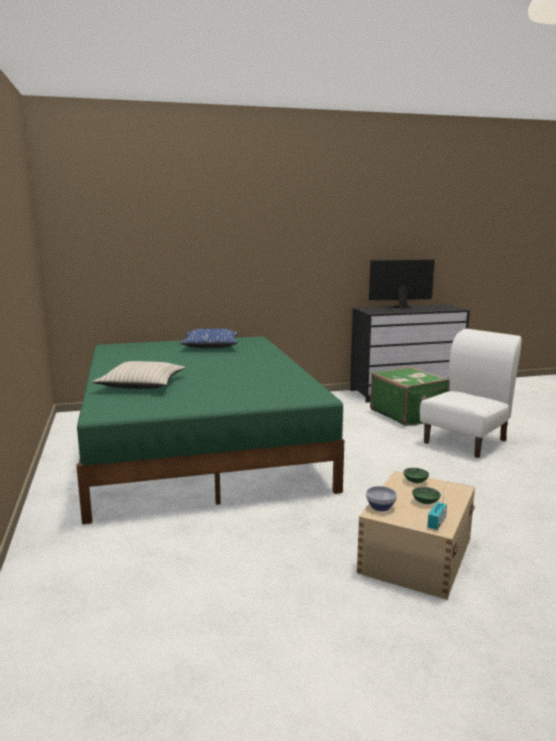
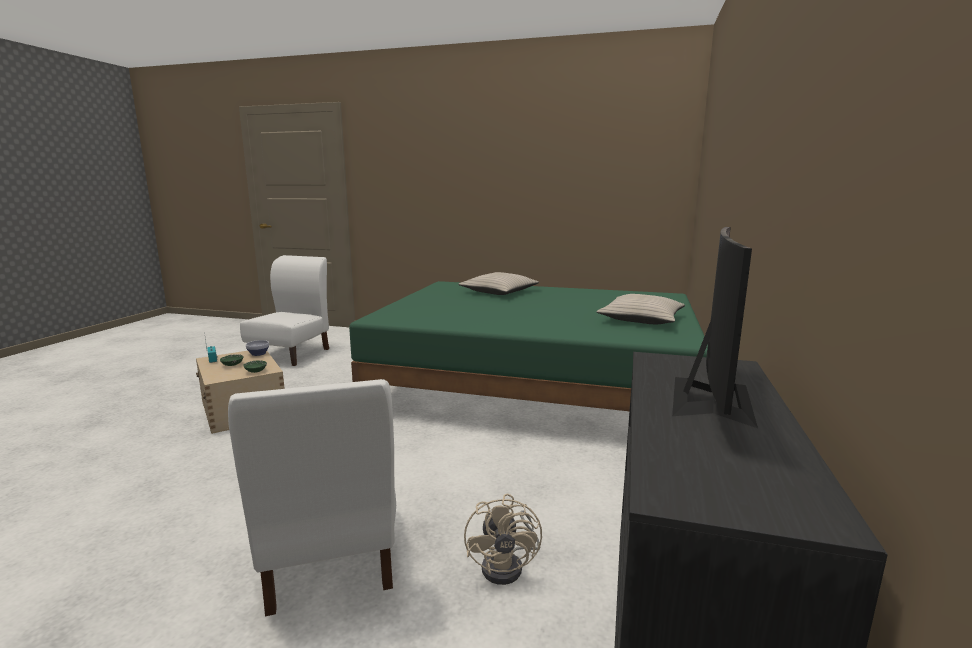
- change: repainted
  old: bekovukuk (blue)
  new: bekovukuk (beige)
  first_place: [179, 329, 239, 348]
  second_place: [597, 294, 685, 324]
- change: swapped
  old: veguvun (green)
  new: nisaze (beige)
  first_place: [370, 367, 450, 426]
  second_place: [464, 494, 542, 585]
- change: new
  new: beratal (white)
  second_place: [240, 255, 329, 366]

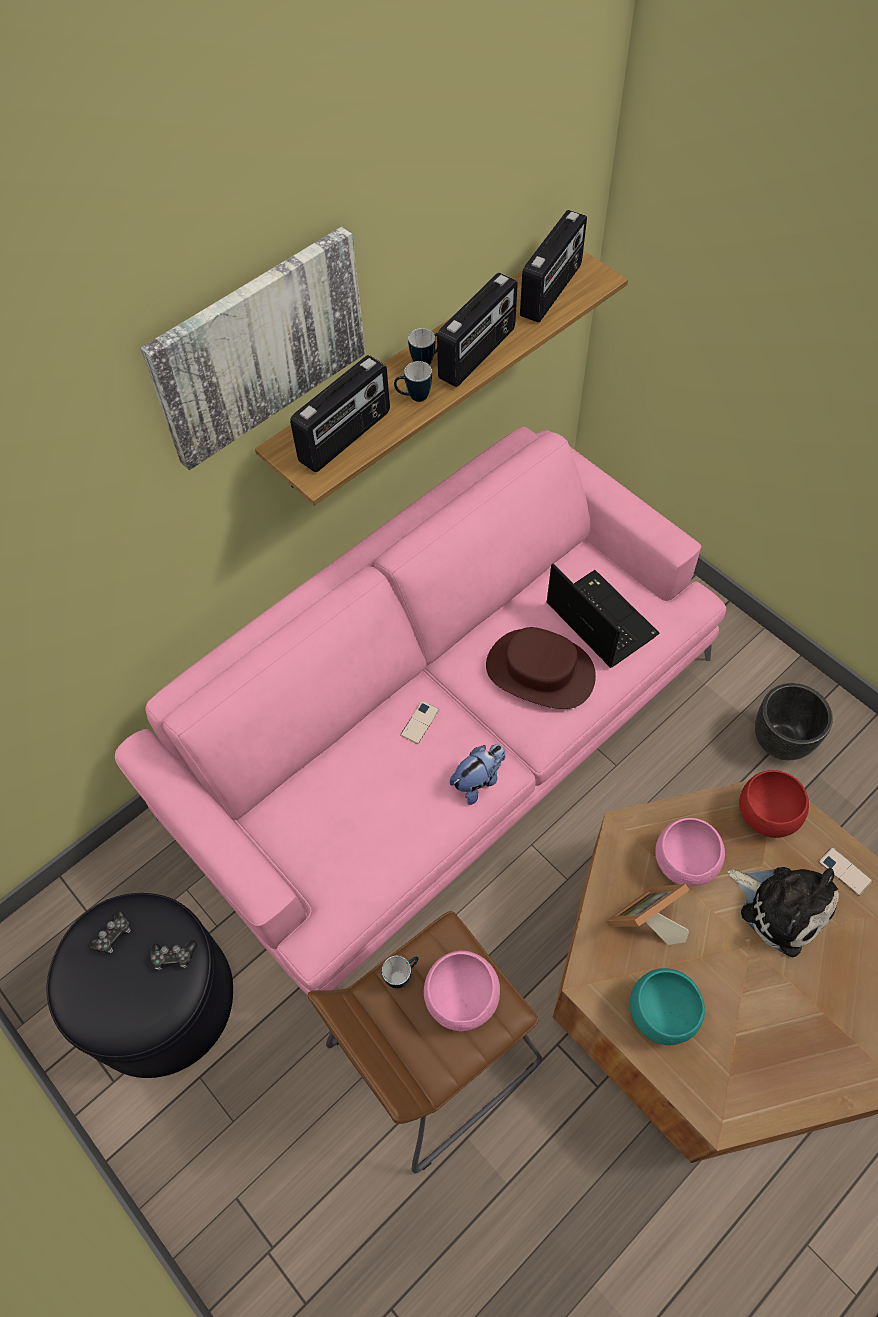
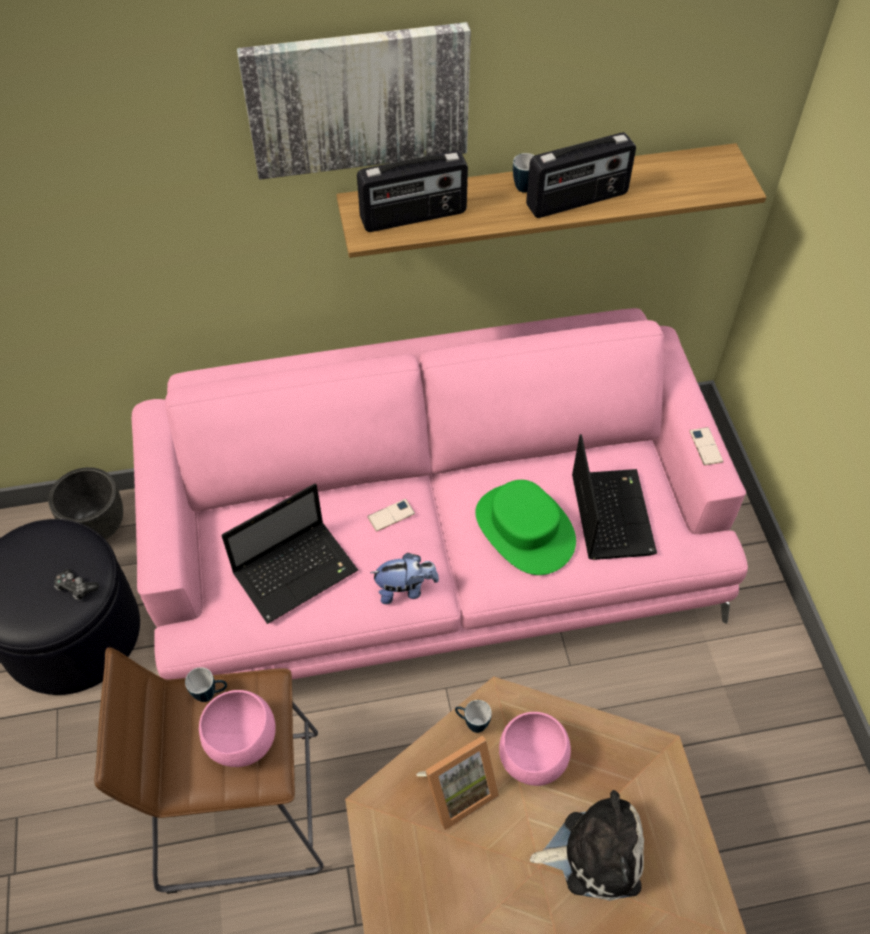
- change: gone
  old: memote
  first_place: [520, 210, 587, 323]
- change: shifted
  old: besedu
  first_place: [394, 361, 432, 402]
  second_place: [455, 700, 492, 733]
- change: repainted
  old: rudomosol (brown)
  new: rudomosol (green)
  first_place: [486, 627, 596, 709]
  second_place: [475, 480, 576, 575]
- change: shifted
  old: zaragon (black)
  first_place: [755, 683, 833, 760]
  second_place: [48, 467, 123, 540]
- change: gone
  old: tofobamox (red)
  first_place: [739, 770, 809, 838]
- change: shifted
  old: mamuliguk
  first_place: [819, 847, 872, 896]
  second_place: [689, 427, 723, 466]
- change: rotated
  old: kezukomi
  first_place: [727, 867, 839, 957]
  second_place: [530, 790, 644, 901]
  degrees: -75
- change: rotated
  old: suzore
  first_place: [605, 884, 689, 945]
  second_place: [416, 736, 499, 830]
  degrees: 150
- change: gone
  old: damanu
  first_place: [88, 911, 131, 953]
- change: gone
  old: tofobamox (turquoise)
  first_place: [630, 968, 705, 1045]
- change: new
  new: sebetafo
  second_place: [221, 483, 358, 624]

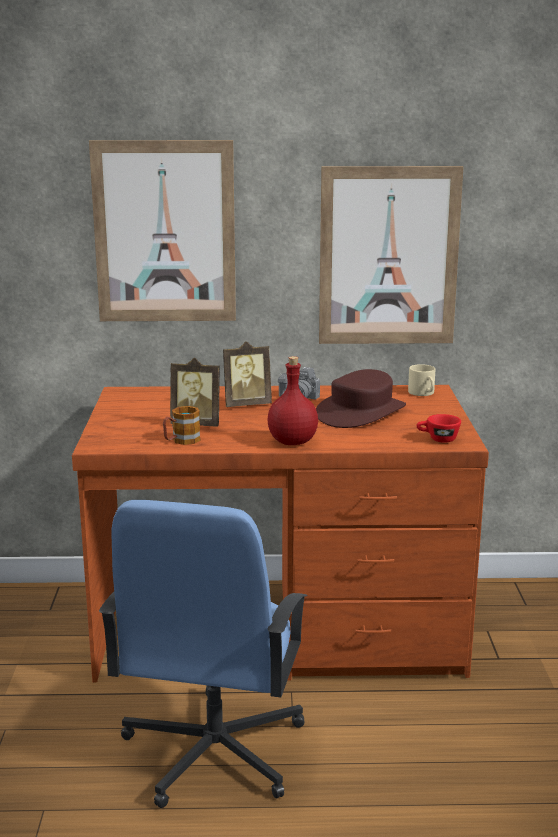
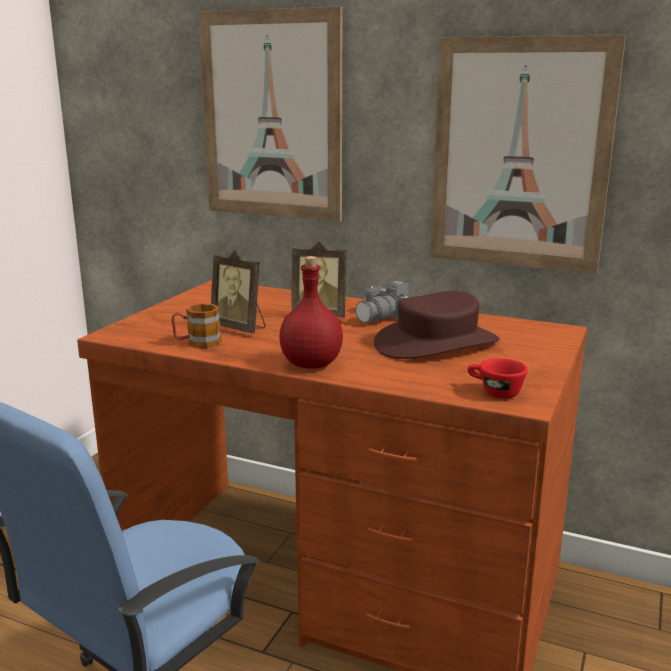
- change: gone
  old: besedu (beige)
  first_place: [408, 364, 435, 396]

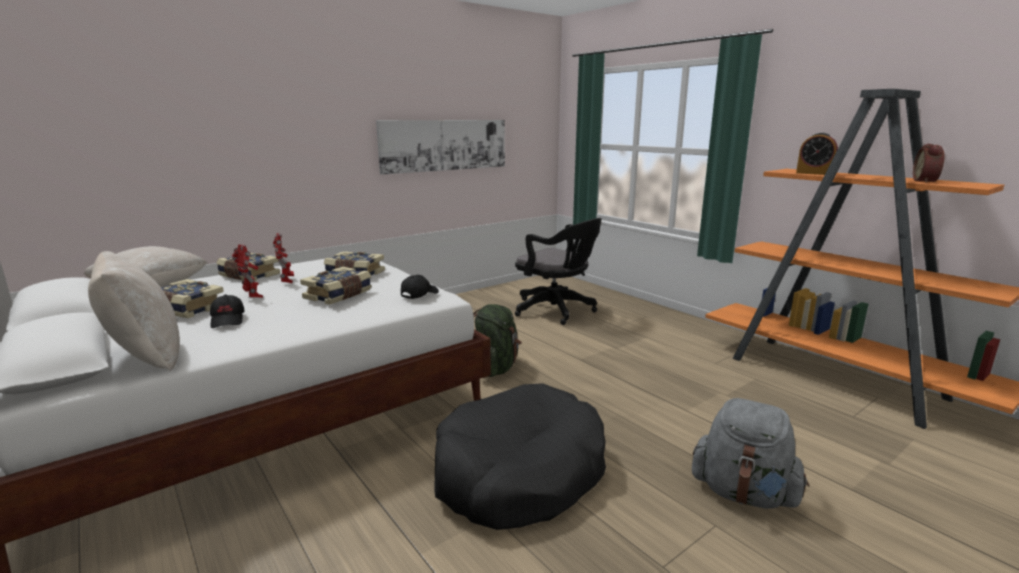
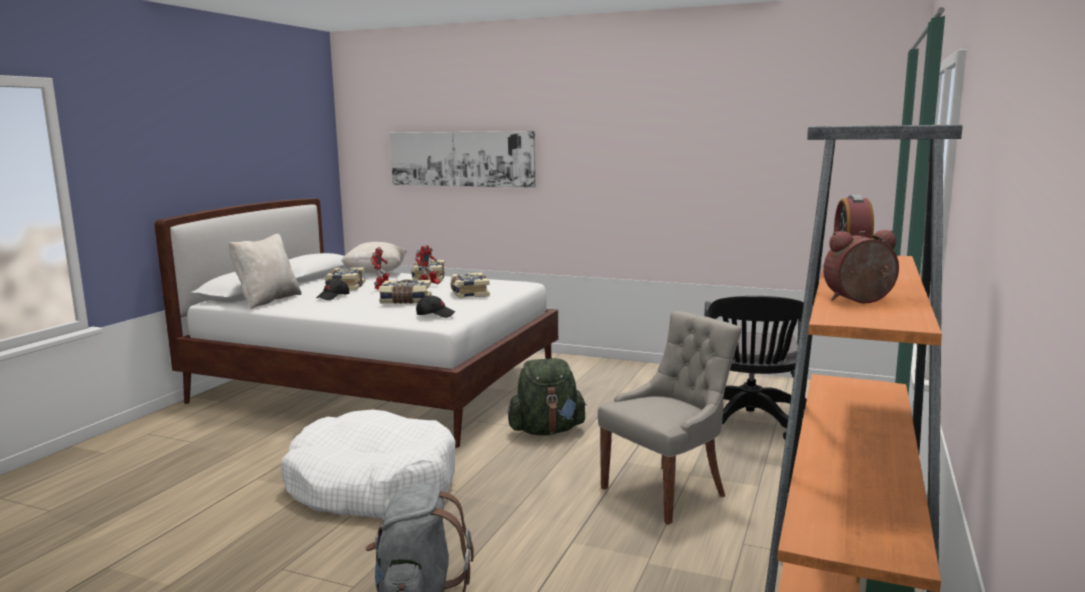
- change: shifted
  old: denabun
  first_place: [376, 120, 505, 175]
  second_place: [390, 131, 536, 188]
- change: repainted
  old: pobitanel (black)
  new: pobitanel (white)
  first_place: [435, 383, 606, 530]
  second_place: [281, 409, 455, 518]
- change: new
  new: beratal (grey)
  second_place: [598, 311, 742, 525]

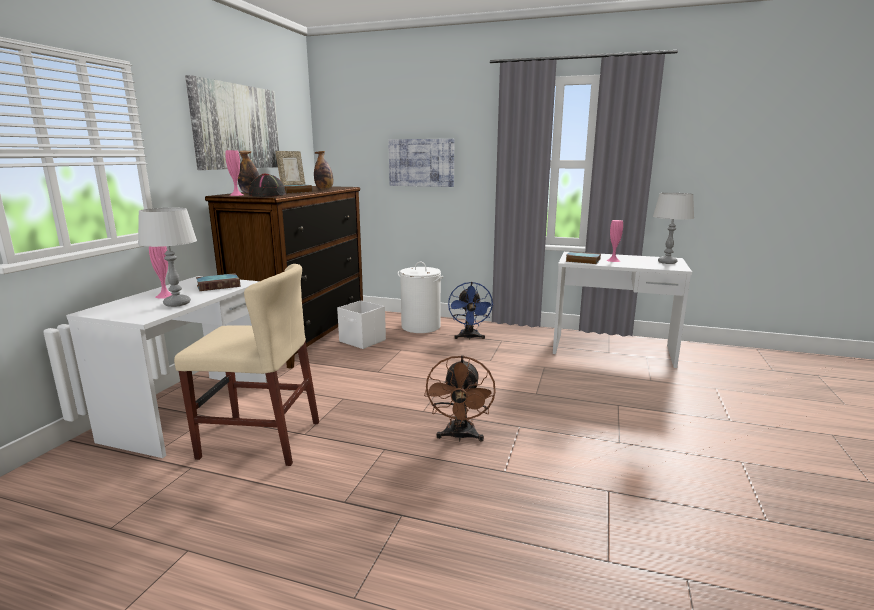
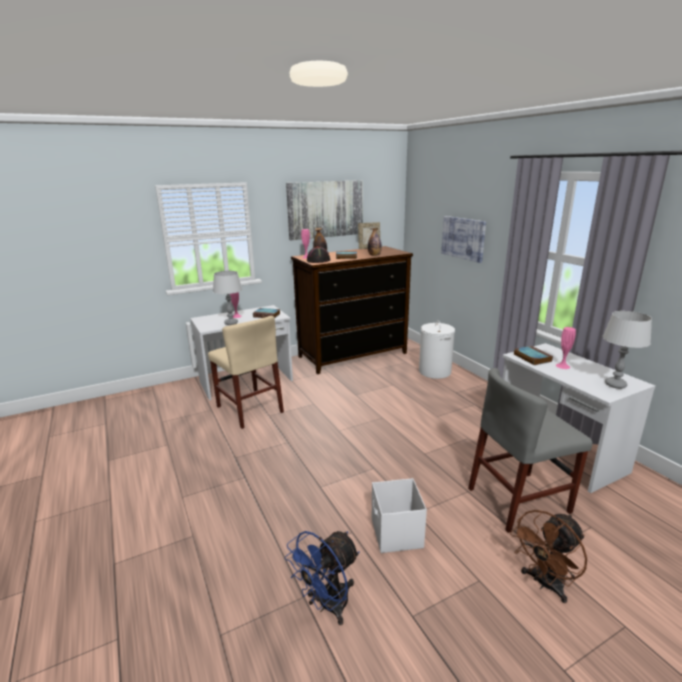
- change: shifted
  old: nisaze (blue)
  first_place: [448, 282, 493, 339]
  second_place: [285, 531, 360, 625]
- change: shifted
  old: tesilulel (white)
  first_place: [337, 300, 386, 349]
  second_place: [372, 478, 427, 553]
- change: shifted
  old: nisaze (brown)
  first_place: [424, 355, 496, 442]
  second_place: [510, 510, 587, 603]
- change: new
  new: beratal (grey)
  second_place: [468, 368, 593, 533]

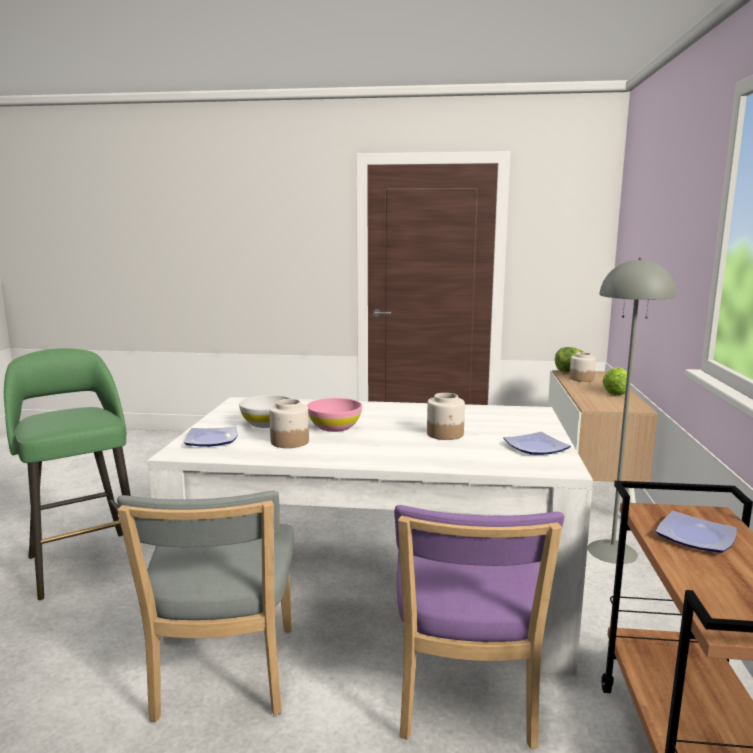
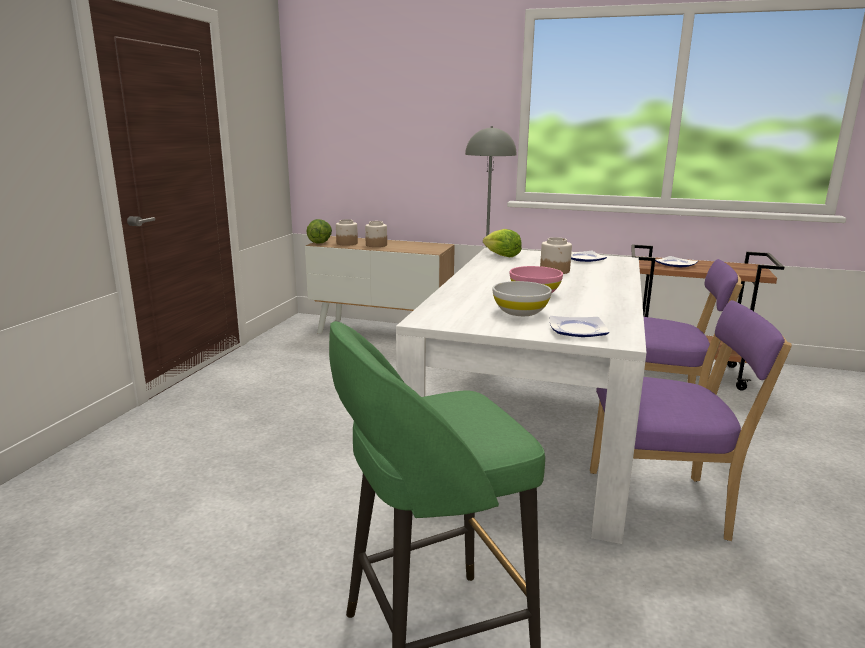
- change: shifted
  old: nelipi
  first_place: [602, 367, 627, 395]
  second_place: [483, 229, 522, 257]
- change: shifted
  old: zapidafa
  first_place: [269, 399, 309, 448]
  second_place: [365, 221, 387, 247]
- change: repainted
  old: beratal (grey)
  new: beratal (purple)
  first_place: [117, 491, 294, 722]
  second_place: [590, 300, 792, 541]

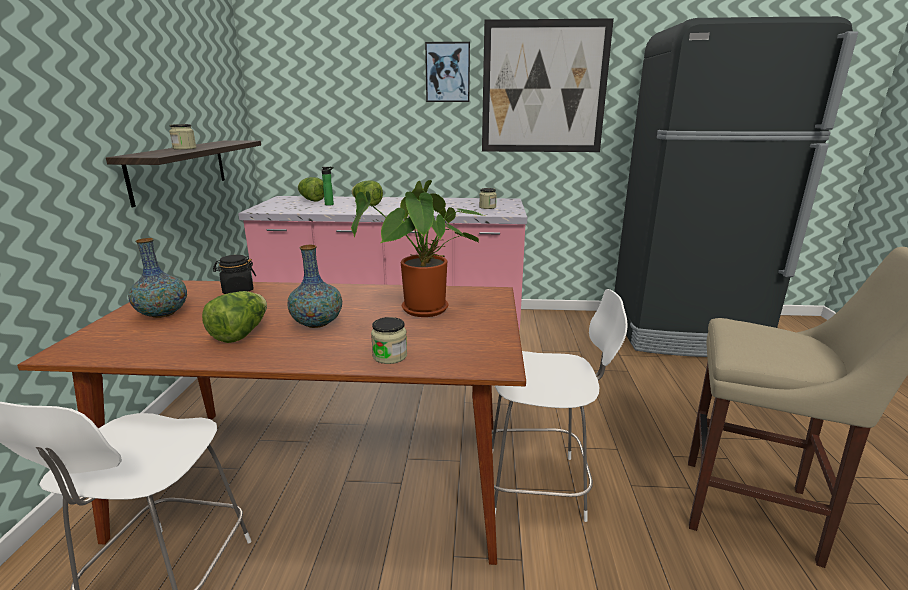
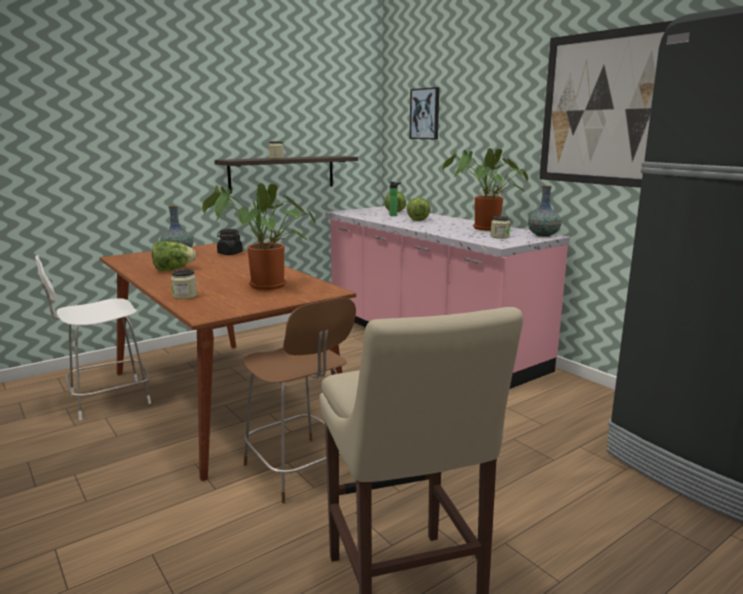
- change: shifted
  old: denabun
  first_place: [425, 42, 470, 102]
  second_place: [410, 87, 439, 139]
- change: shifted
  old: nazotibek
  first_place: [288, 245, 342, 328]
  second_place: [528, 186, 562, 237]
- change: repainted
  old: beratal (white)
  new: beratal (brown)
  first_place: [492, 289, 628, 522]
  second_place: [242, 298, 356, 503]
- change: new
  new: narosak
  second_place: [443, 148, 528, 231]

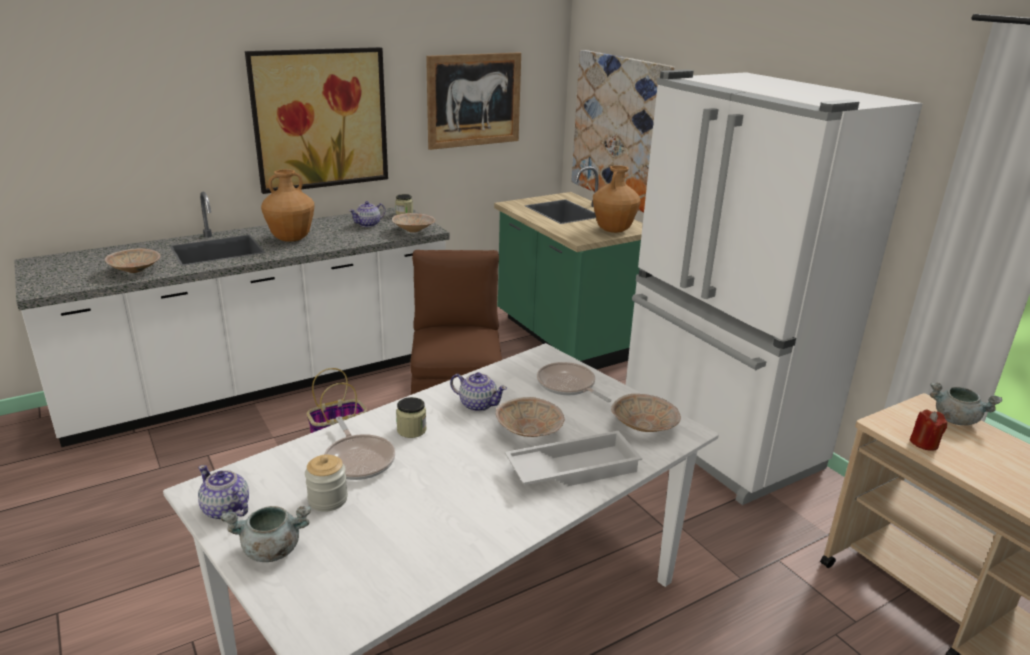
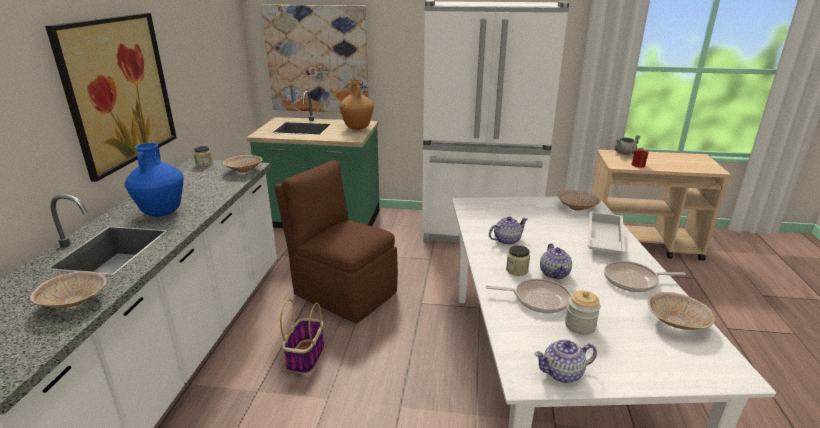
- change: gone
  old: denabun
  first_place: [426, 52, 521, 150]
- change: repainted
  old: nazotibek (brown)
  new: nazotibek (blue)
  first_place: [261, 169, 314, 242]
  second_place: [125, 143, 184, 217]
- change: shifted
  old: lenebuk
  first_place: [349, 201, 385, 227]
  second_place: [540, 244, 572, 279]
- change: shifted
  old: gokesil
  first_place: [537, 362, 612, 402]
  second_place: [604, 261, 686, 292]
- change: shifted
  old: tofobamox (beige)
  first_place: [496, 397, 565, 437]
  second_place: [648, 292, 716, 330]
- change: gone
  old: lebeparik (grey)
  first_place: [221, 505, 311, 562]

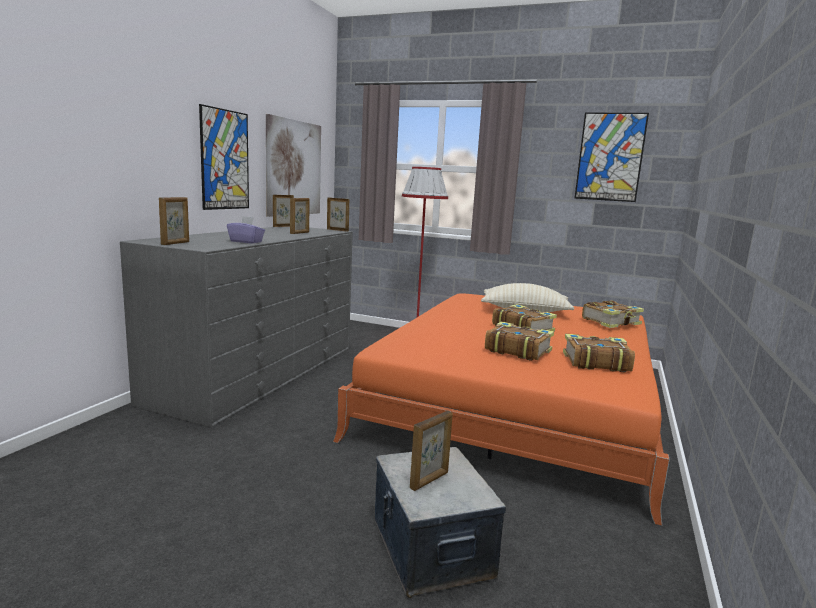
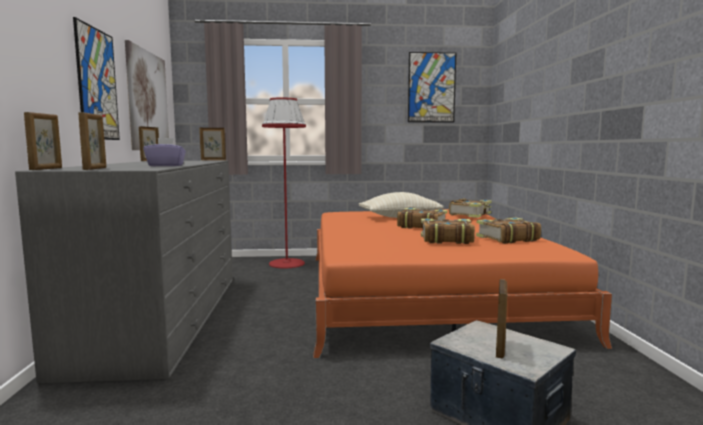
- change: shifted
  old: suzore
  first_place: [290, 198, 309, 234]
  second_place: [24, 112, 62, 170]

